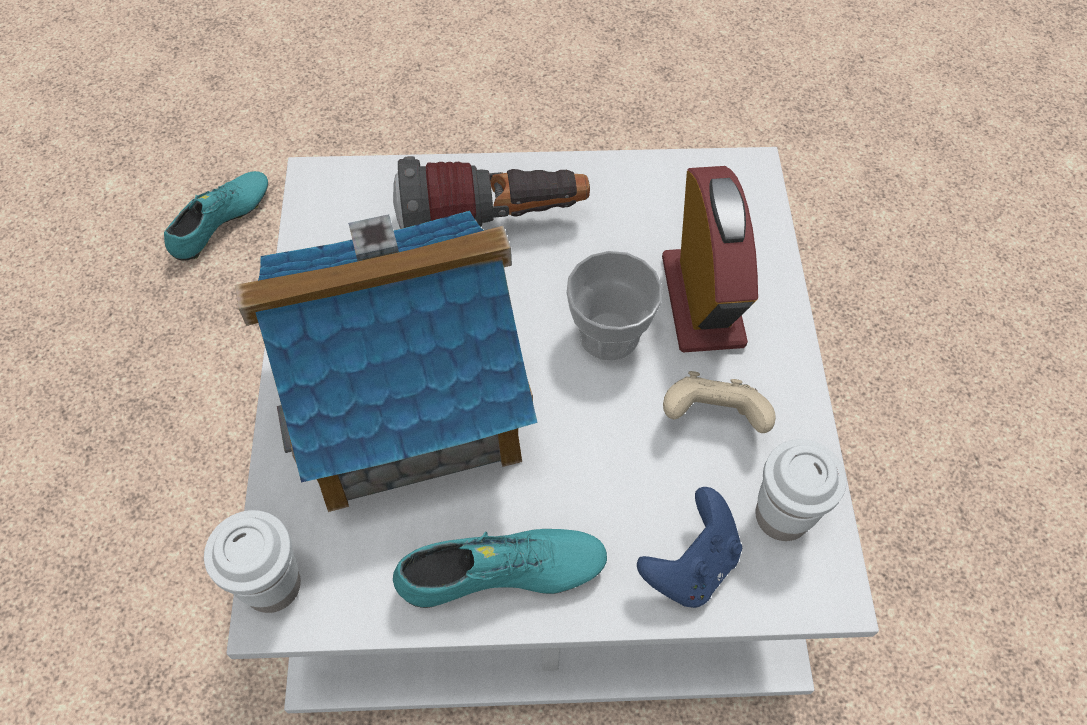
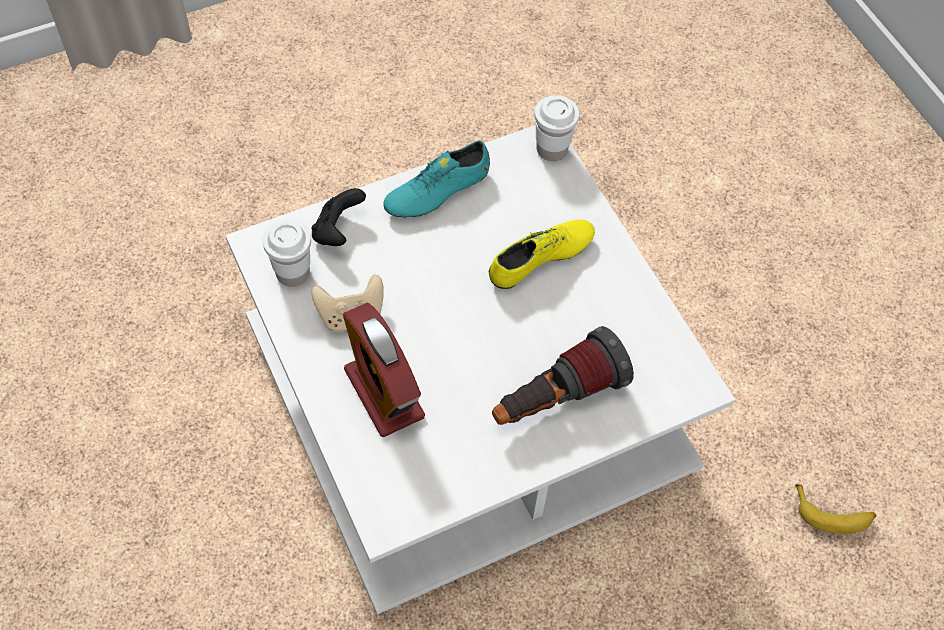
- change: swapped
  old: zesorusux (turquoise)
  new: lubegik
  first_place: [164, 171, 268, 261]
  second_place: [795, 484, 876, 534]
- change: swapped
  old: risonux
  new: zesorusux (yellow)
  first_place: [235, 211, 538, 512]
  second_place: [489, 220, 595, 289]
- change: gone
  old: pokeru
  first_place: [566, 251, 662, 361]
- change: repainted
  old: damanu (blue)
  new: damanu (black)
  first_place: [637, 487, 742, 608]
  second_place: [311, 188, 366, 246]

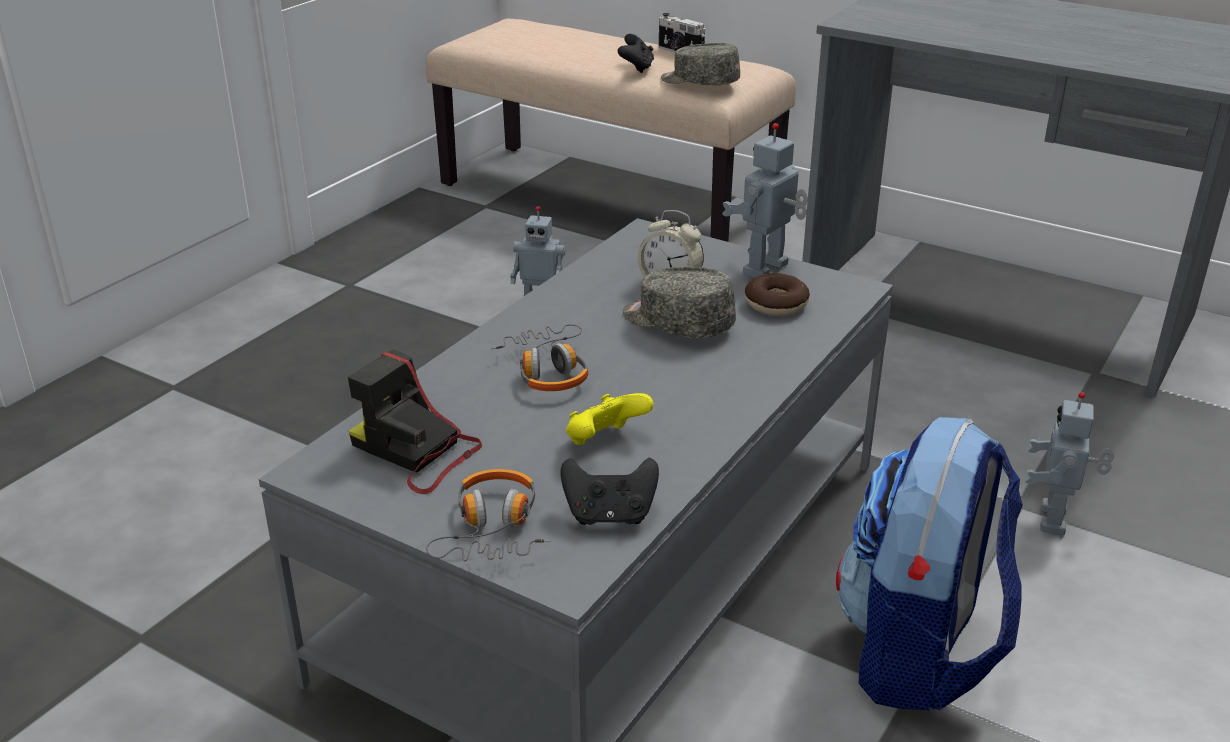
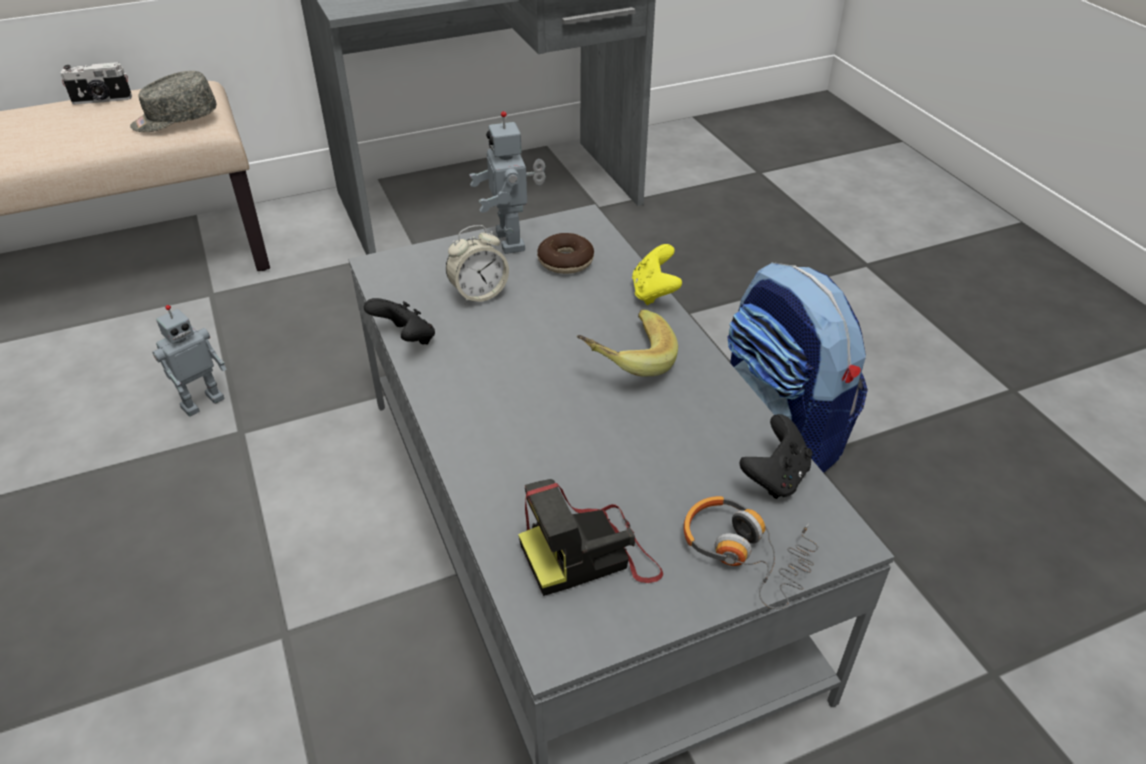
- change: shifted
  old: damanu (black)
  first_place: [618, 34, 654, 73]
  second_place: [364, 298, 435, 345]
- change: gone
  old: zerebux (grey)
  first_place: [623, 266, 736, 338]
- change: gone
  old: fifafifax
  first_place: [491, 324, 589, 391]
- change: gone
  old: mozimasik
  first_place: [1025, 392, 1114, 535]
- change: shifted
  old: damanu (yellow)
  first_place: [566, 393, 654, 445]
  second_place: [632, 244, 682, 305]
- change: new
  new: lubegik
  second_place: [577, 309, 678, 377]

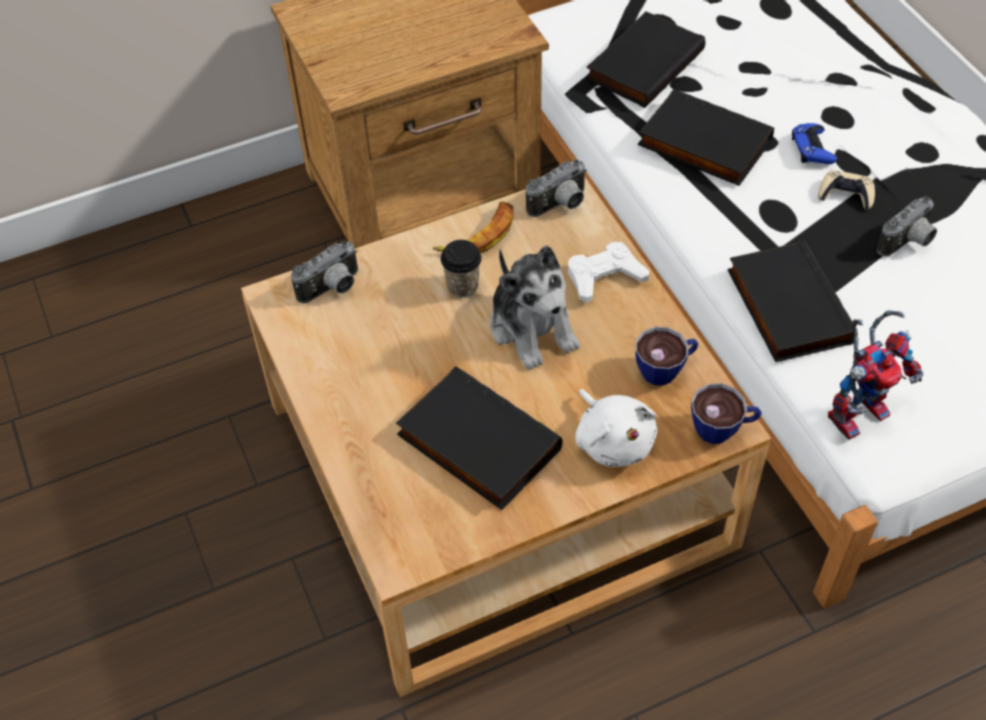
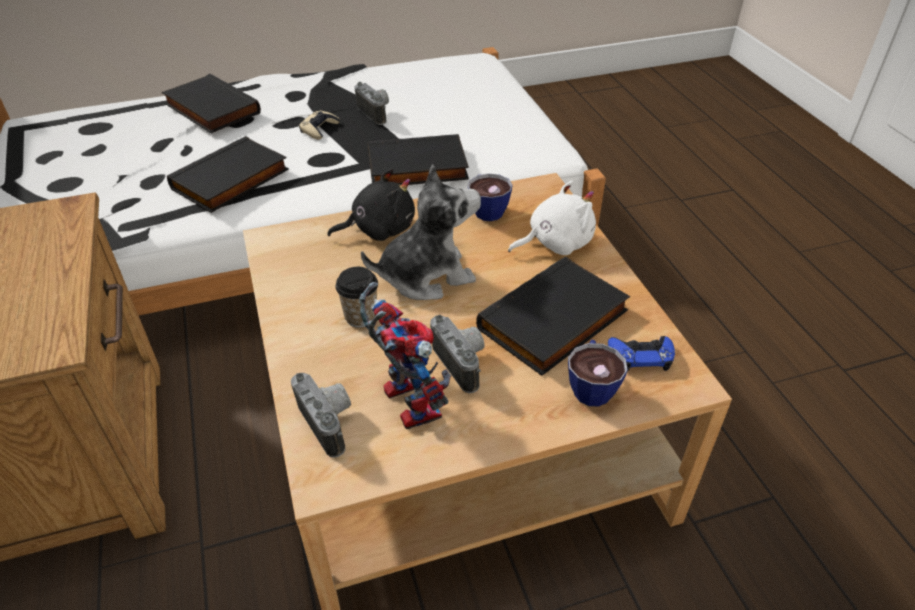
- change: shifted
  old: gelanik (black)
  first_place: [586, 11, 705, 108]
  second_place: [162, 74, 261, 133]
- change: shifted
  old: damanu (blue)
  first_place: [792, 123, 838, 164]
  second_place: [608, 336, 675, 372]
- change: shifted
  old: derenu
  first_place: [526, 159, 587, 217]
  second_place: [430, 315, 485, 393]
- change: gone
  old: lubegik
  first_place: [433, 202, 514, 253]
- change: swapped
  old: damanu (white)
  new: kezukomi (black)
  first_place: [568, 242, 649, 303]
  second_place: [328, 168, 415, 241]
- change: shifted
  old: mozimasik
  first_place: [828, 310, 923, 440]
  second_place: [359, 282, 451, 429]
- change: shifted
  old: pokeru
  first_place: [691, 383, 762, 444]
  second_place: [568, 340, 628, 407]

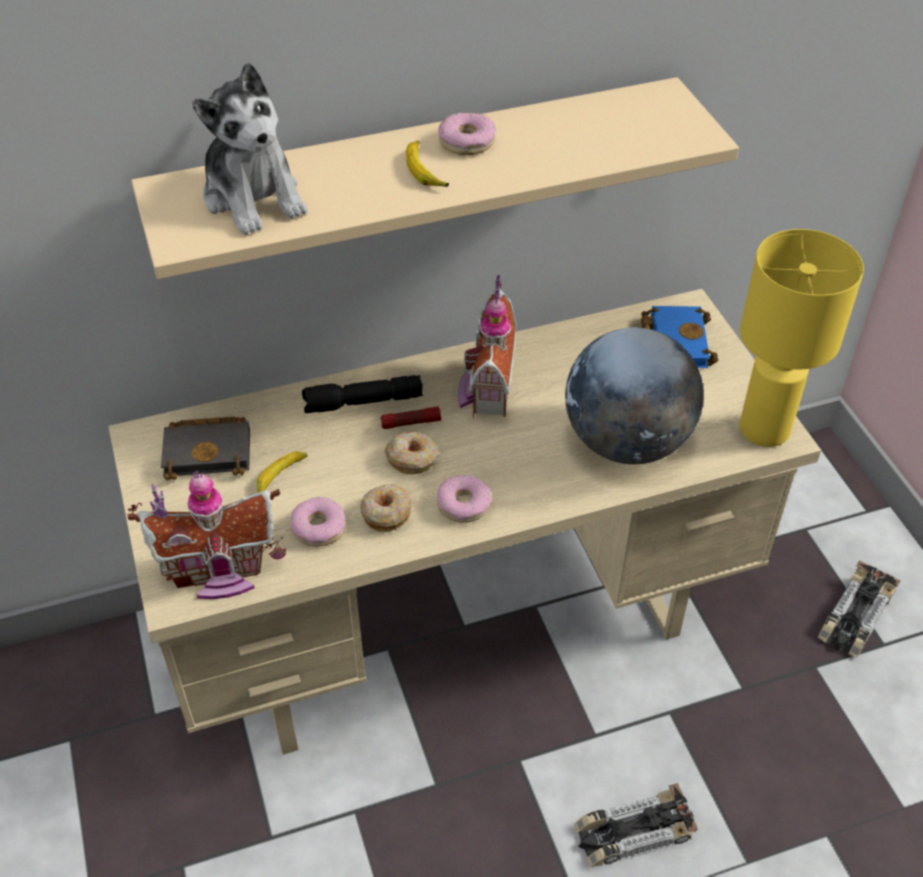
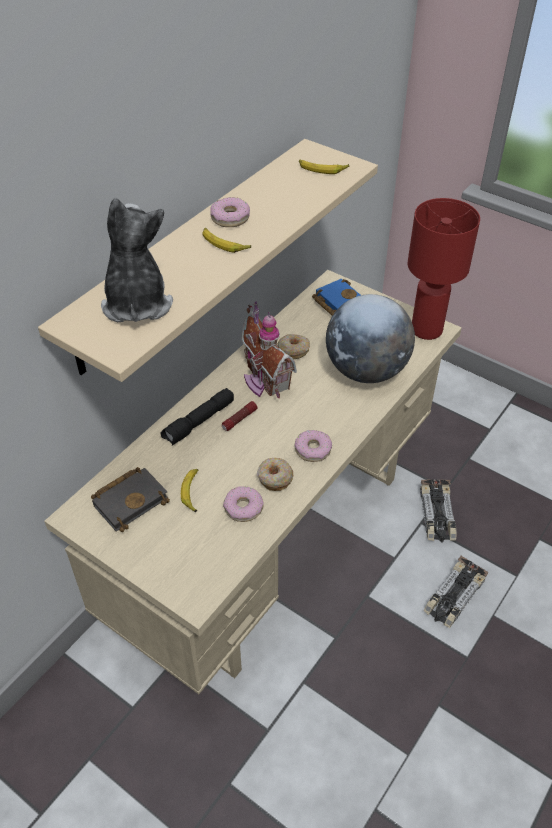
- change: rotated
  old: kezukomi
  first_place: [192, 62, 308, 235]
  second_place: [101, 198, 173, 322]
  degrees: -120
- change: repainted
  old: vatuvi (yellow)
  new: vatuvi (red)
  first_place: [740, 229, 864, 447]
  second_place: [408, 198, 480, 340]
- change: shifted
  old: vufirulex
  first_place: [385, 432, 439, 474]
  second_place: [277, 334, 310, 359]
- change: gone
  old: risonux
  first_place: [128, 471, 287, 599]
- change: shifted
  old: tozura
  first_place: [818, 560, 901, 658]
  second_place: [420, 479, 456, 543]
- change: new
  new: lubegik
  second_place: [299, 160, 349, 174]

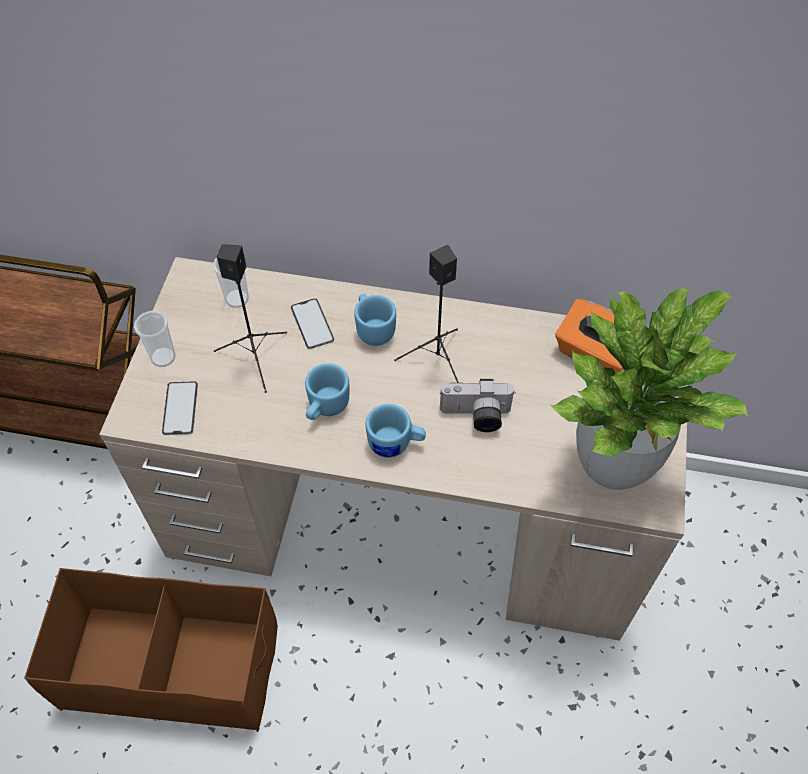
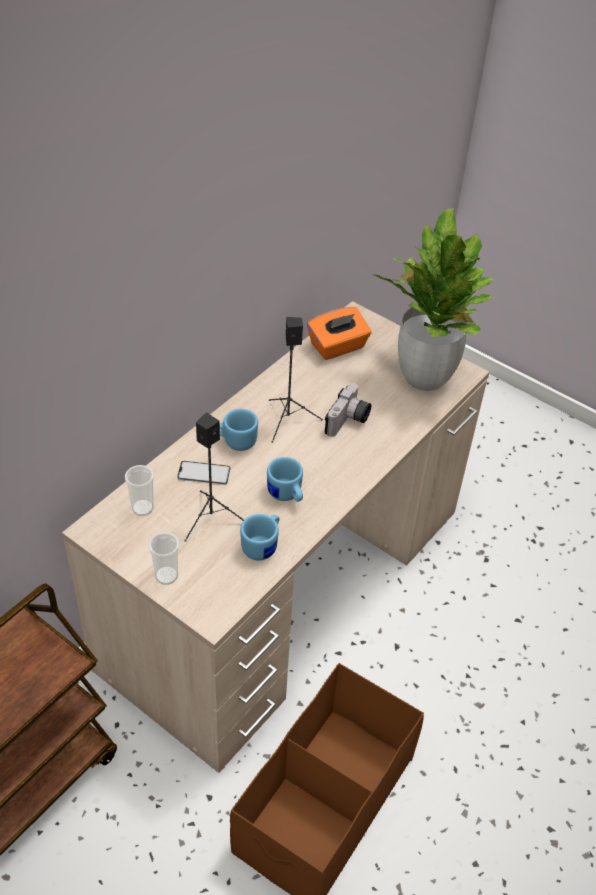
- change: gone
  old: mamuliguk
  first_place: [162, 381, 198, 435]
- change: shifted
  old: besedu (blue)
  first_place: [366, 404, 426, 458]
  second_place: [240, 514, 279, 561]

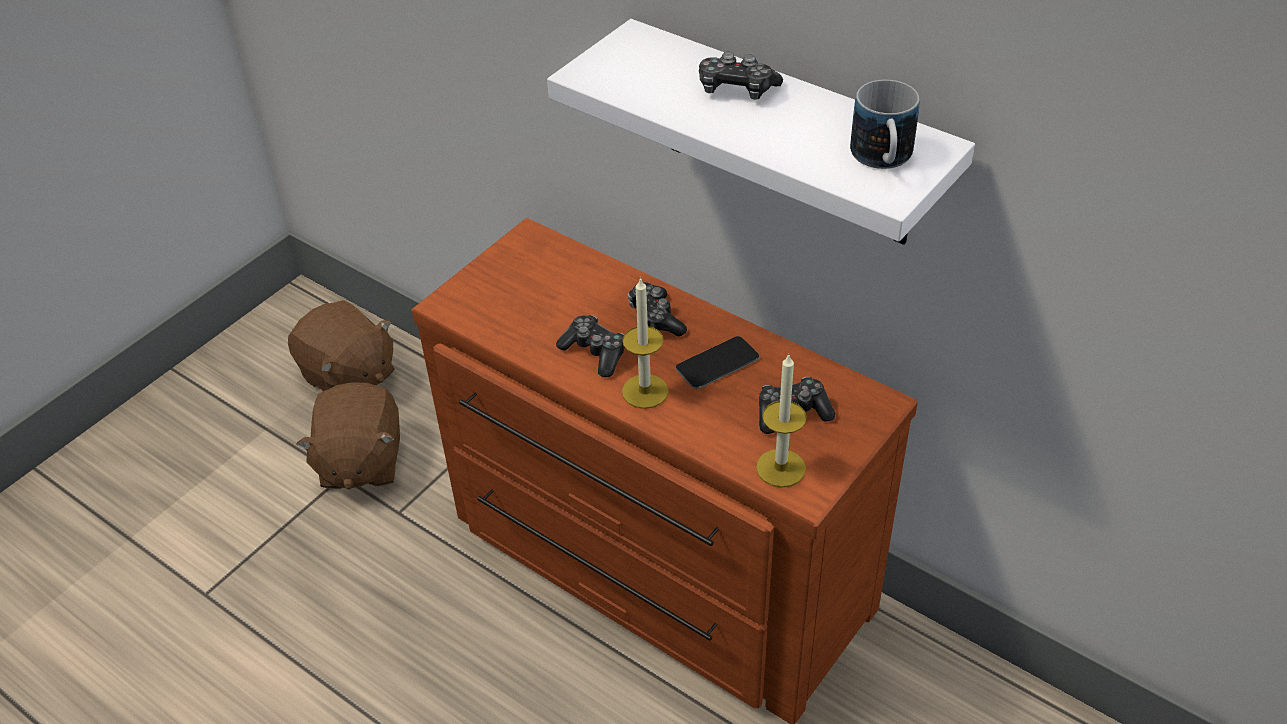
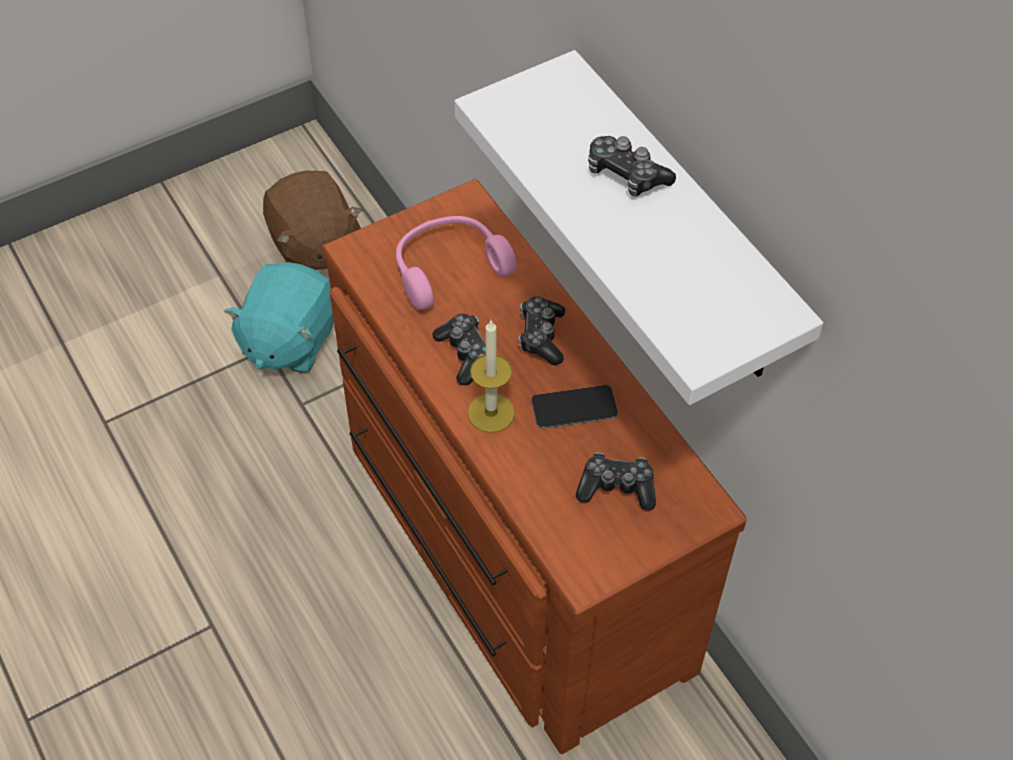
- change: gone
  old: besedu
  first_place: [850, 80, 920, 169]
- change: gone
  old: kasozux
  first_place: [756, 354, 807, 488]
- change: repainted
  old: kezukomi (brown)
  new: kezukomi (turquoise)
  first_place: [296, 382, 400, 489]
  second_place: [224, 262, 334, 373]
- change: new
  new: fifafifax (pink)
  second_place: [396, 216, 516, 310]

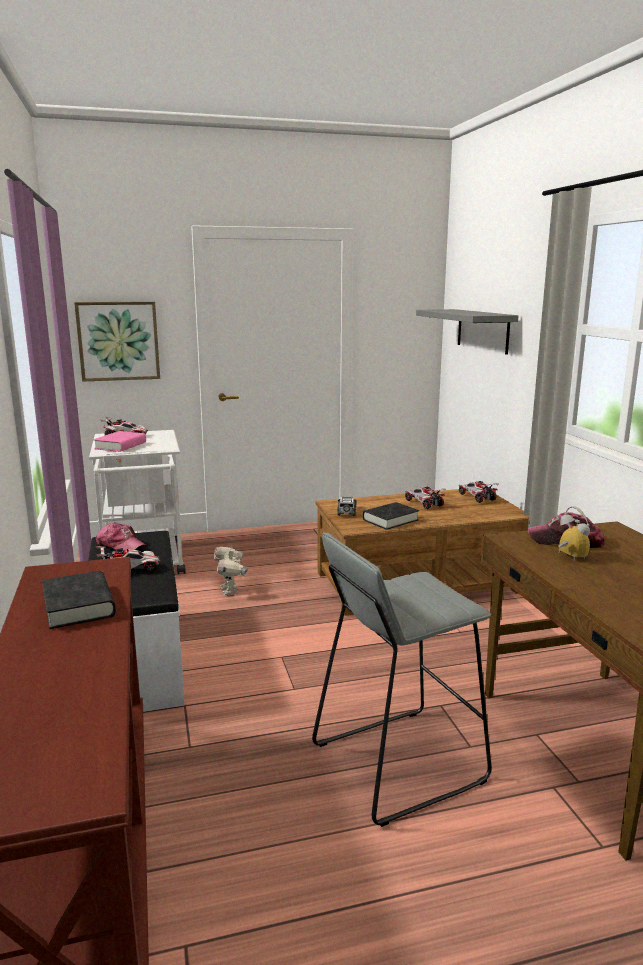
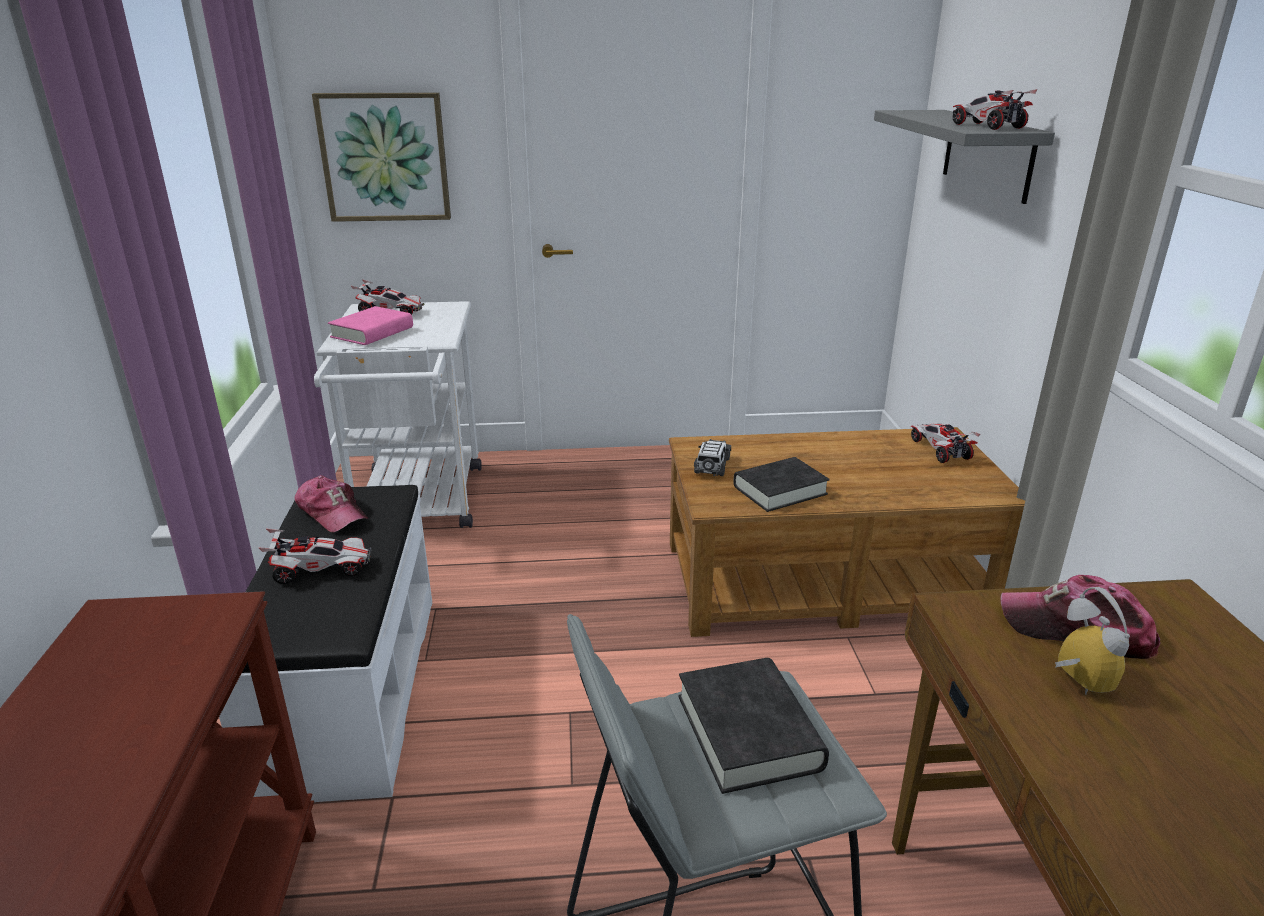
- change: shifted
  old: tozura
  first_place: [405, 487, 446, 509]
  second_place: [953, 89, 1038, 130]
- change: gone
  old: mozimasik
  first_place: [214, 547, 248, 595]
- change: shifted
  old: gelanik (black)
  first_place: [42, 571, 116, 629]
  second_place: [678, 658, 829, 794]

